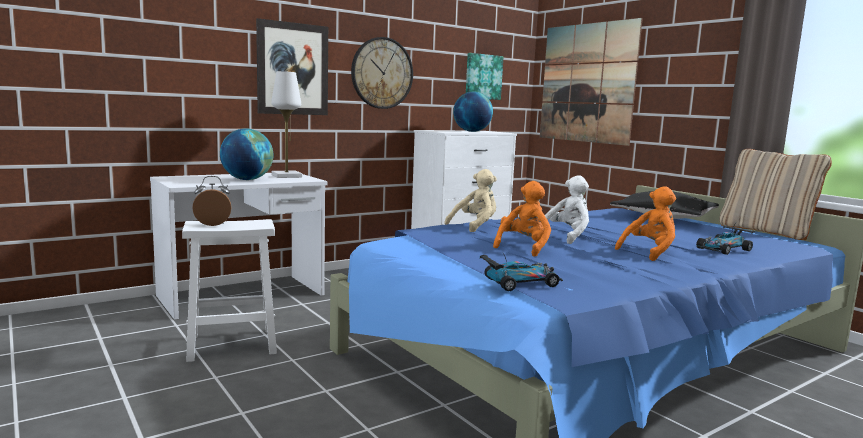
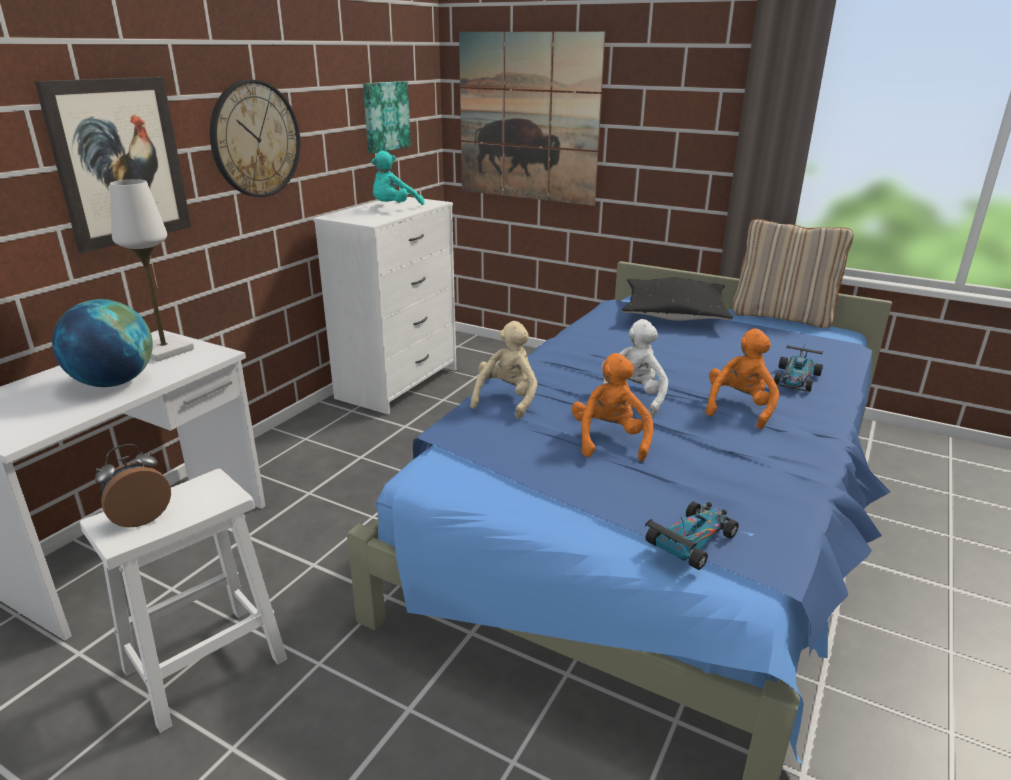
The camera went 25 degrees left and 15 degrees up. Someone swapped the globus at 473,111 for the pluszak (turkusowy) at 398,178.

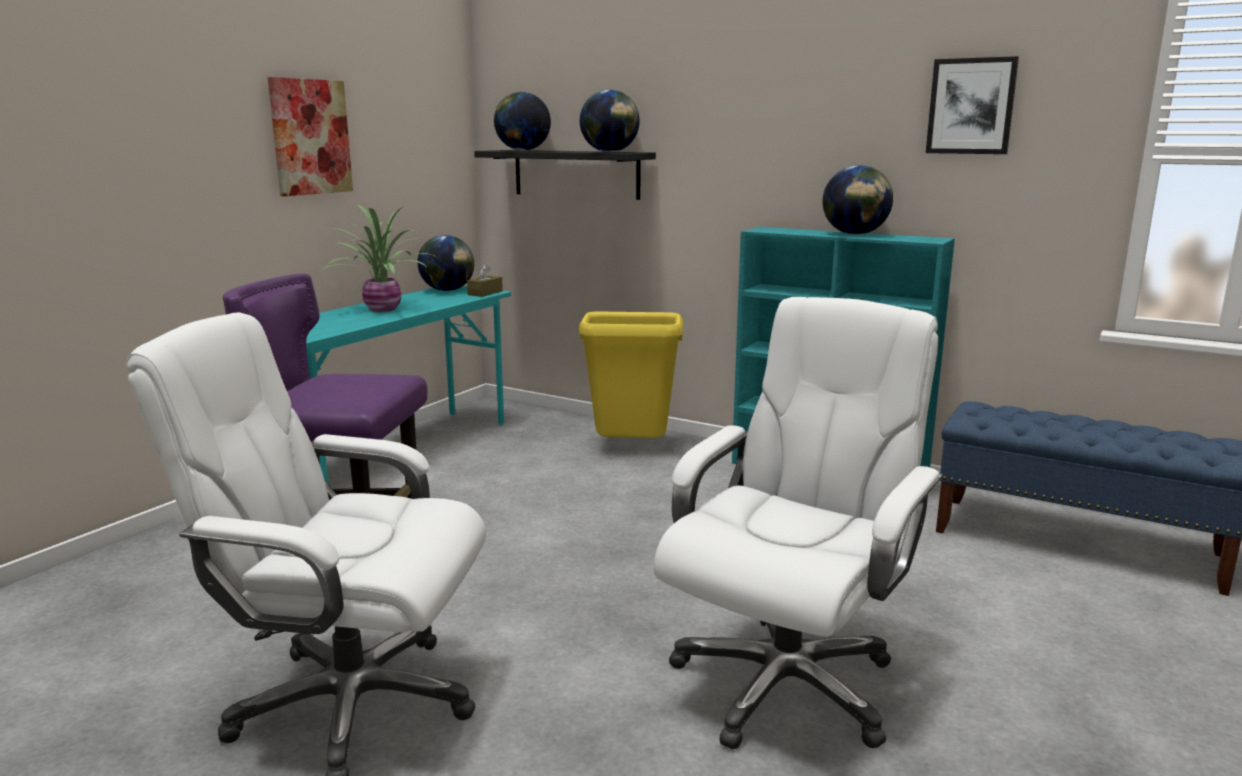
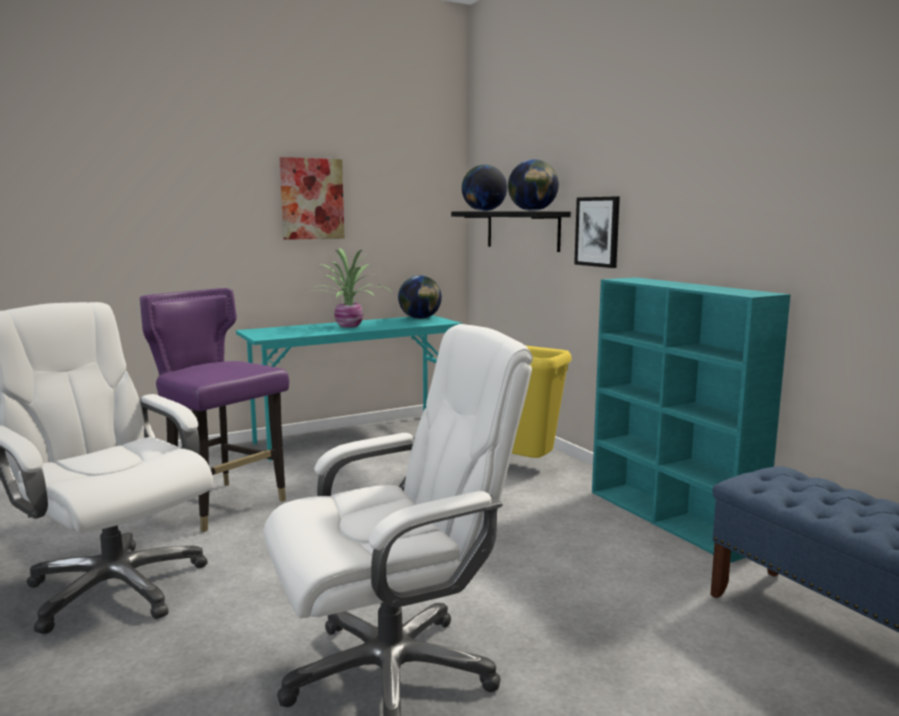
The camera went 30 degrees right and 5 degrees down. Someone carried the obraz from 972,105 to 597,232. Someone took away the pudełko chusteczek (brązowy) at 485,280. Someone took away the globus at 858,200.

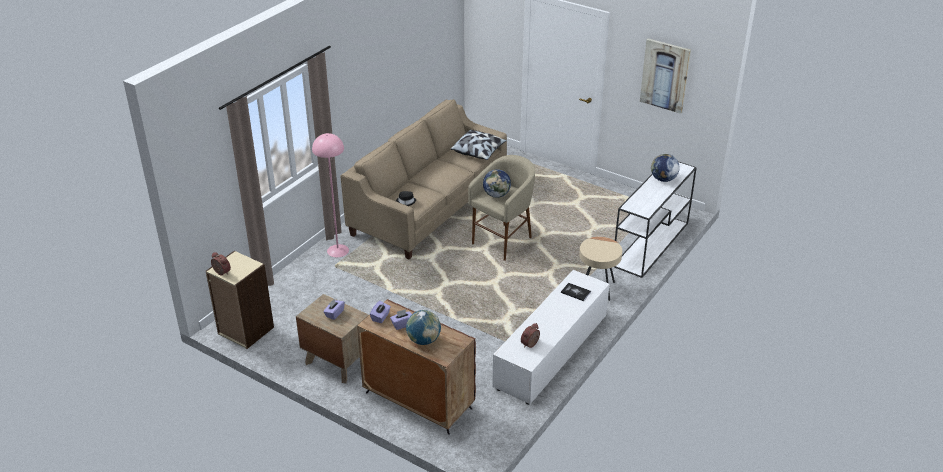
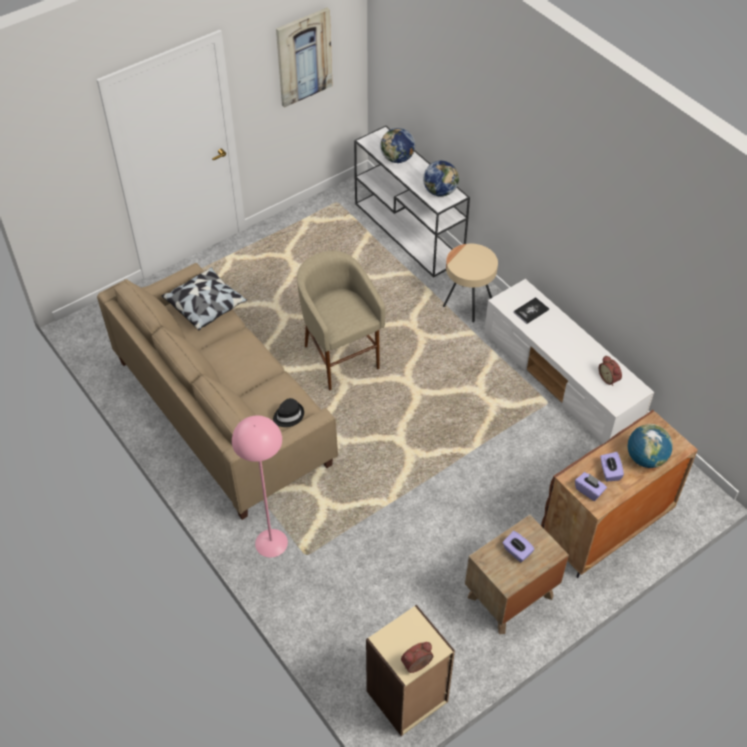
The camera went 70 degrees left and 15 degrees up. Someone carried the globus from 497,183 to 441,179.

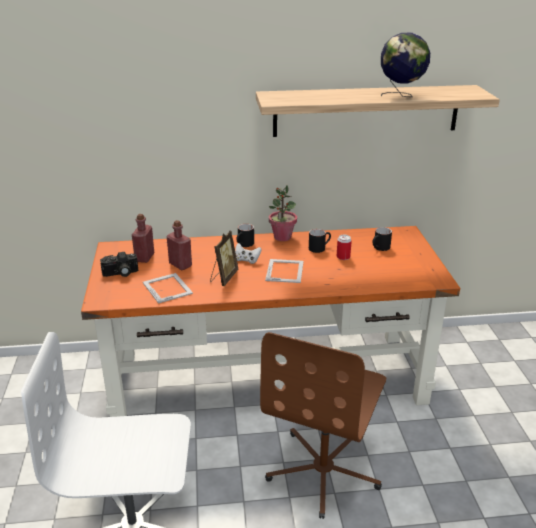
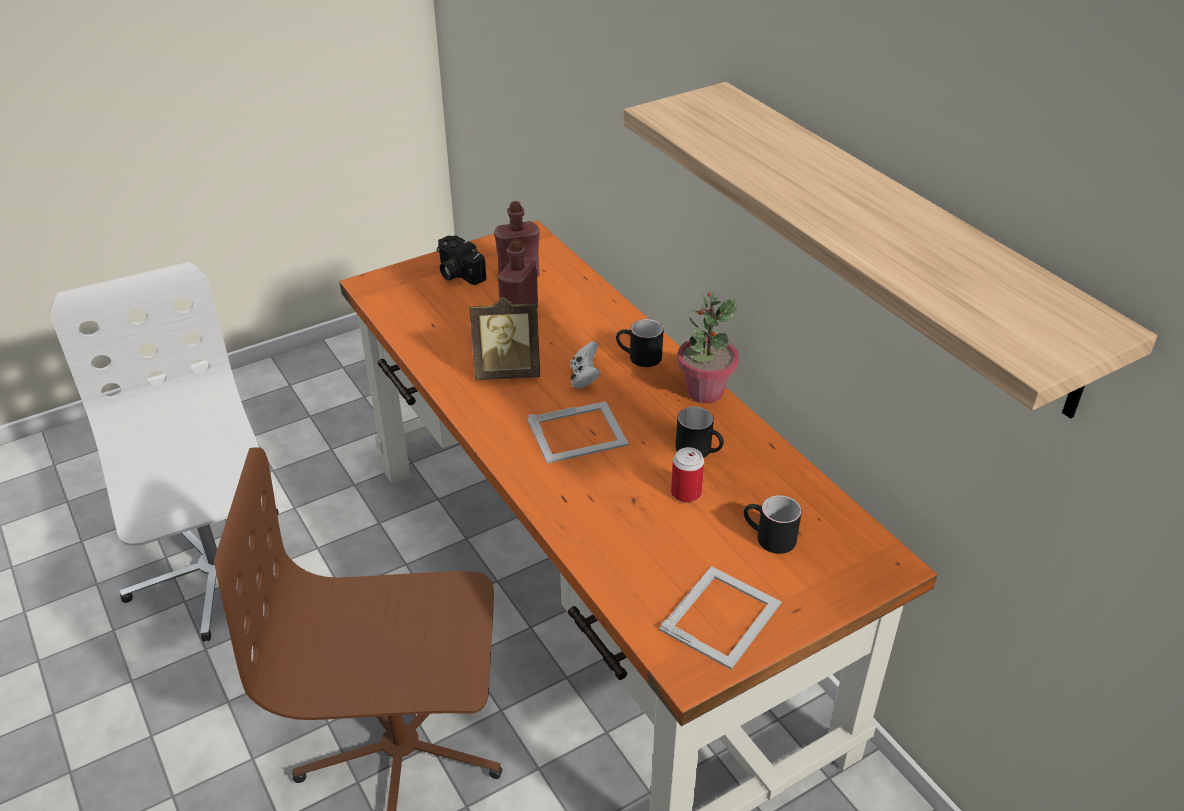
The camera went 65 degrees right and 10 degrees up. Someone carried the ramka na zdjęcie from 168,288 to 720,618. Someone took away the globus at 405,65.

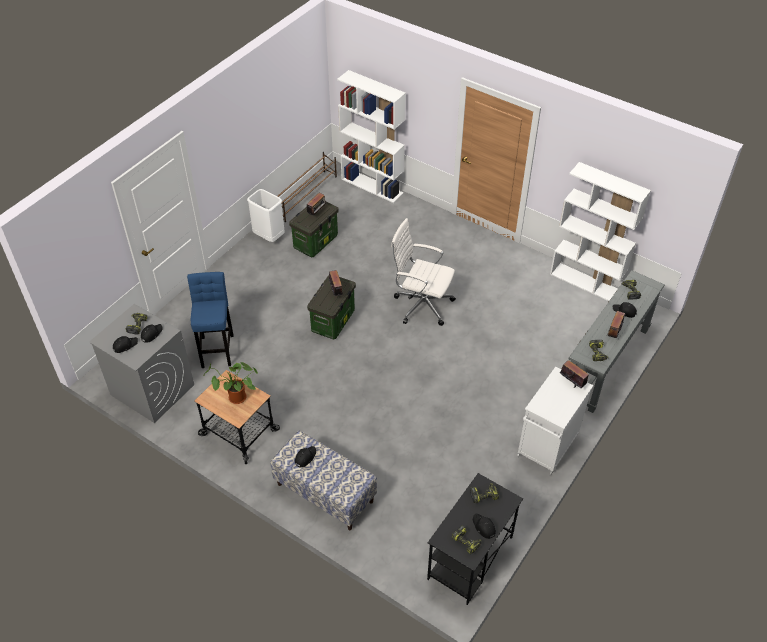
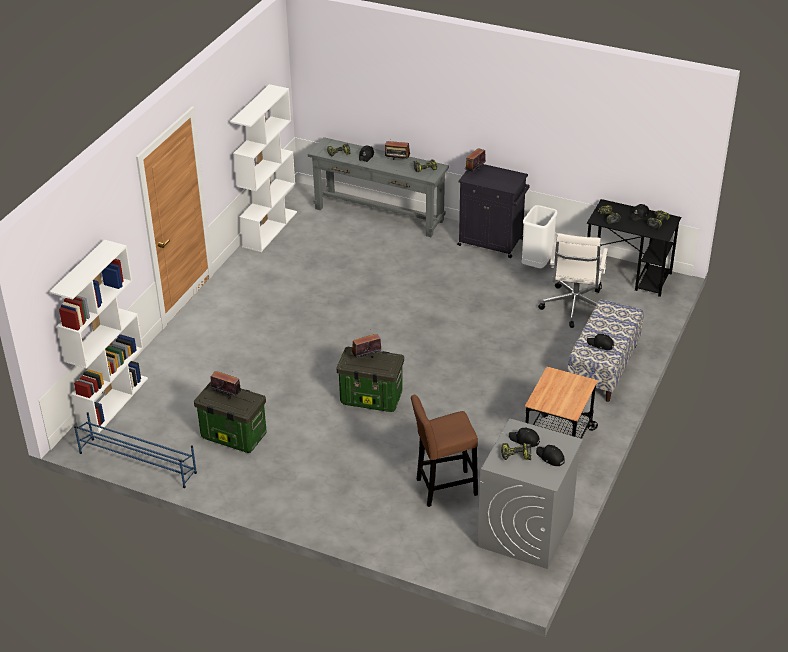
The camera went 100 degrees left and 10 degrees down. Someone repainted the regał na buty (brązowy) at 307,187, which became the regał na buty (niebieski) at 135,450. Someone repainted the stołek (niebieski) at 210,320, which became the stołek (brązowy) at 444,451. Someone repainted the szafka (biały) at 555,421, which became the szafka (czarny) at 493,211. Someone carried the kosz na śmieci (biały) from 266,215 to 539,236. Someone carried the krzesło biurowe (biały) from 423,272 to 573,280. Someone took away the roślina doniczkowa at 230,383.

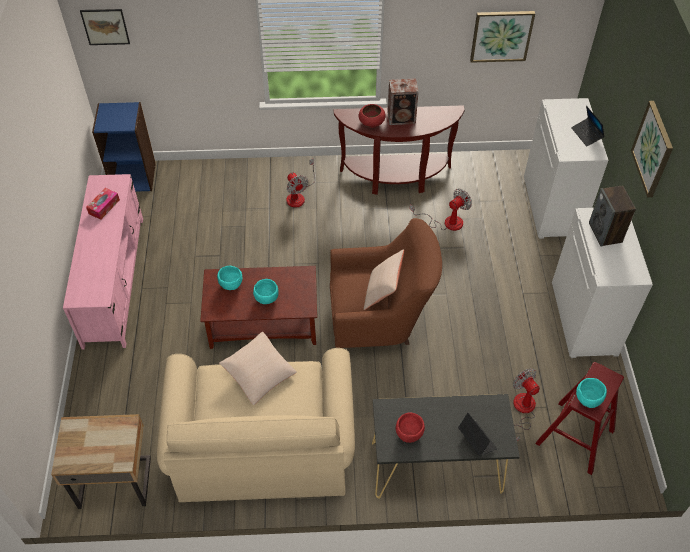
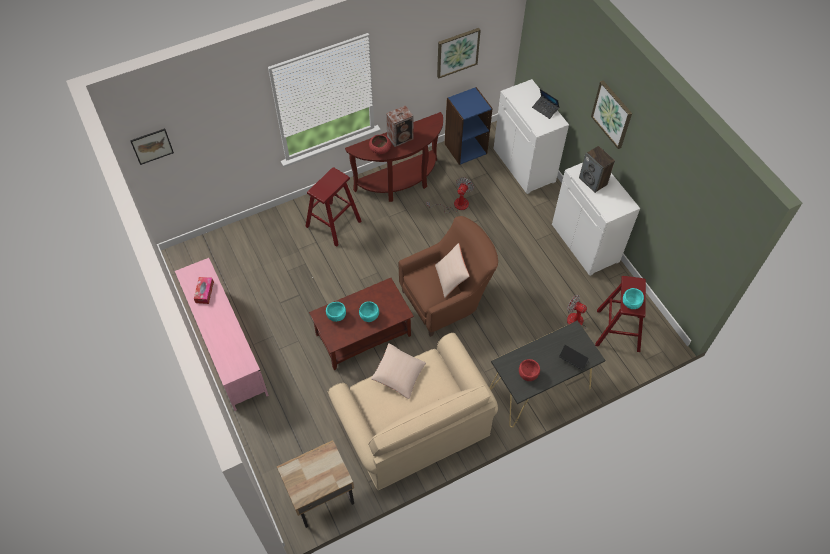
The camera went 25 degrees left and 5 degrees up. Someone swapped the wentylator at 300,183 for the stołek (czerwony) at 333,207. Someone carried the regał (niebieski) from 124,147 to 468,126.

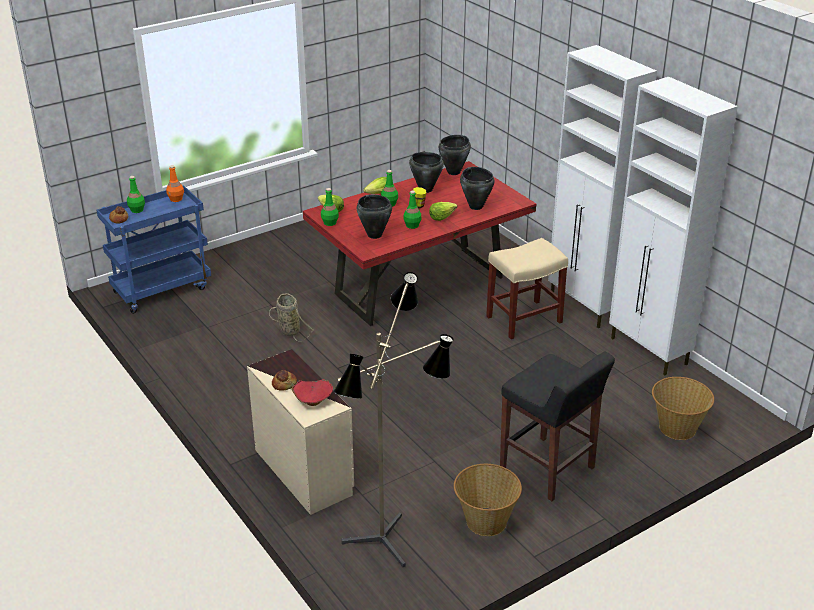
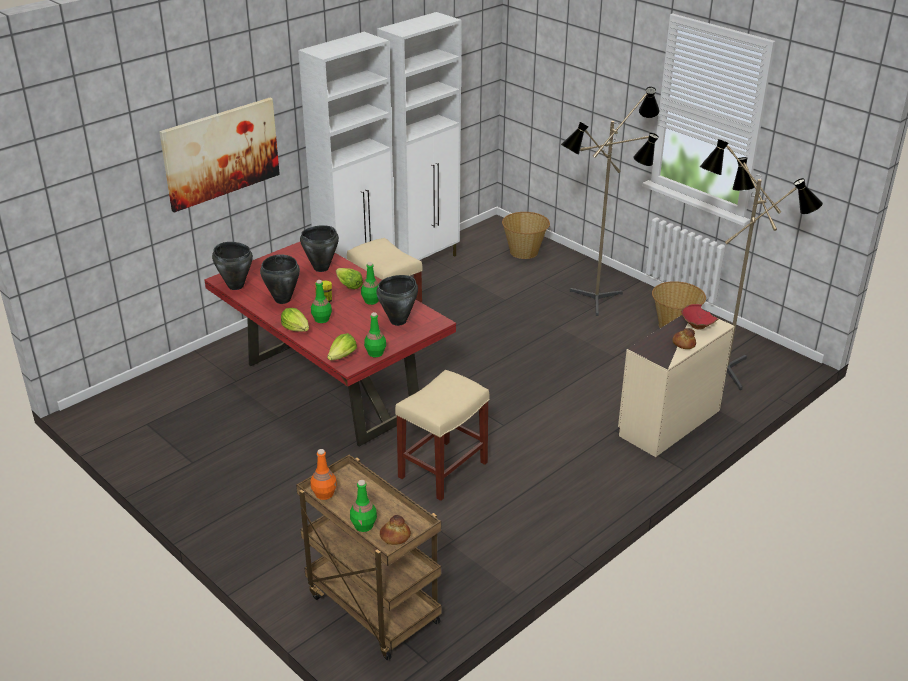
The camera went 100 degrees left and 0 degrees up. Someone put up the obraz at 219,155. Someone repainted the wózek (niebieski) at 154,249, which became the wózek (brązowy) at 368,557. Someone swapped the koszyk at 291,317 for the stołek (beżowy) at 442,435. Someone swapped the stołek (czarny) at 557,426 for the lampa stojąca at 610,201.

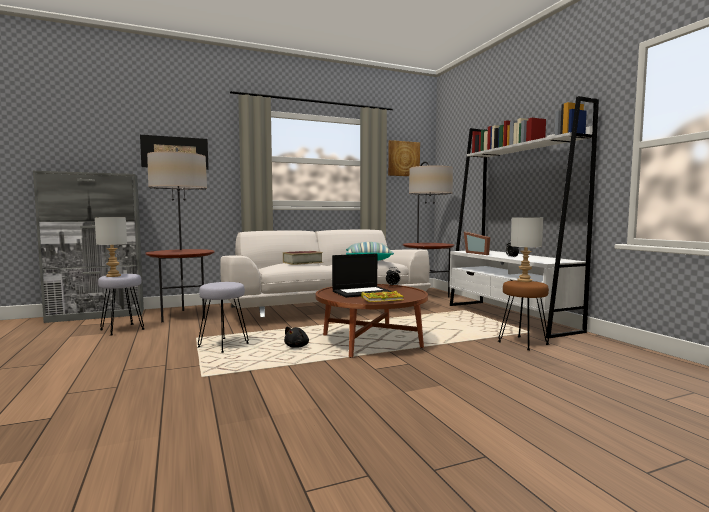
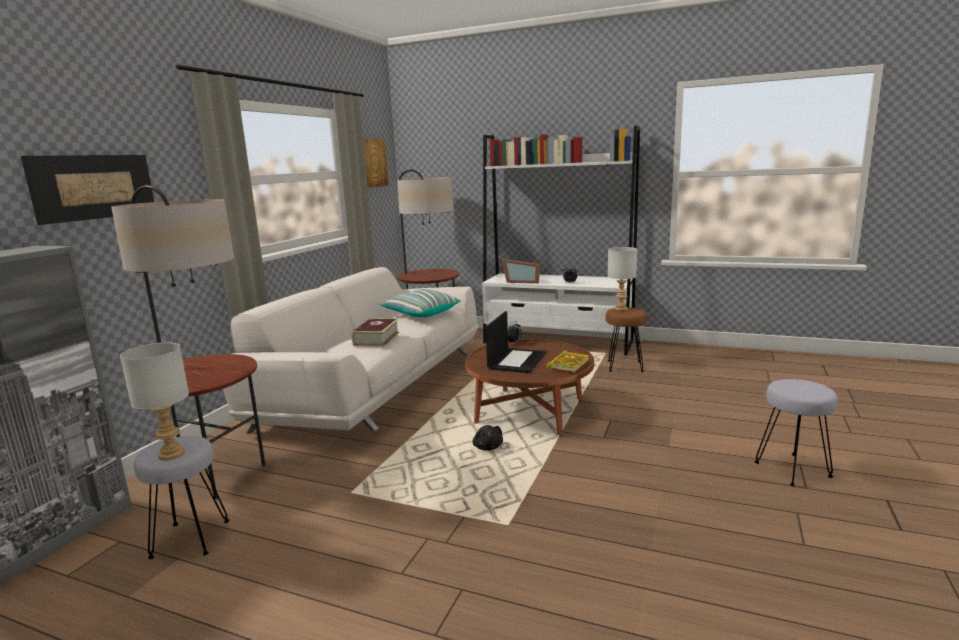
The camera went 45 degrees left and 10 degrees up. Someone carried the stołek (szary) from 223,317 to 796,432.

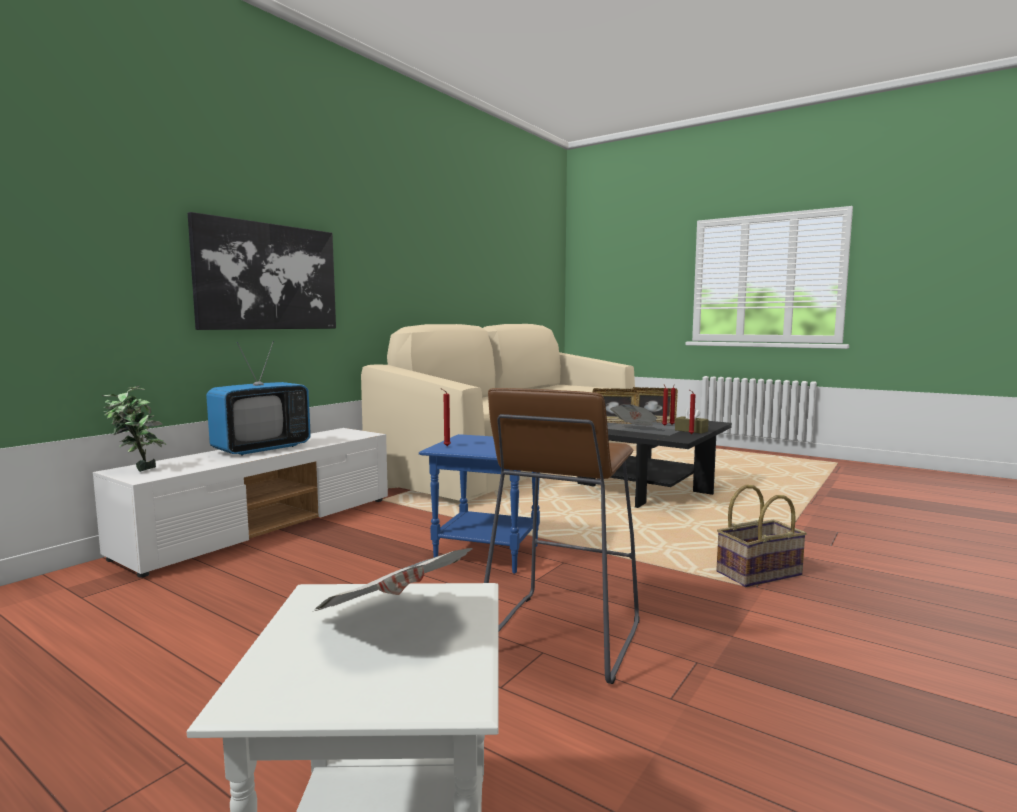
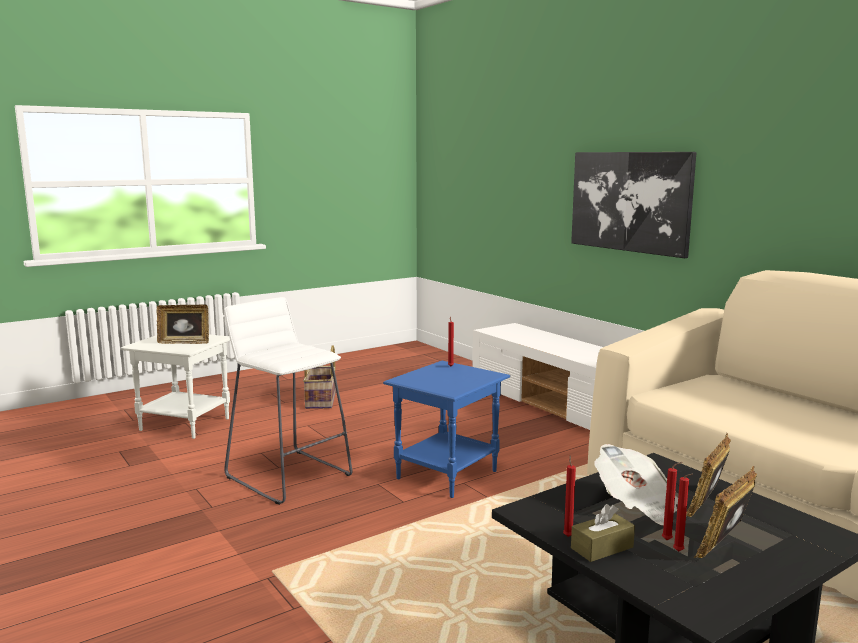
The camera went 110 degrees right and 5 degrees up. Someone swapped the gazeta at 393,579 for the ramka na zdjęcie at 182,324. Someone repainted the stołek (brązowy) at 561,536, which became the stołek (biały) at 288,401. Someone carried the koszyk from 761,536 to 319,377. Someone took away the roślina doniczkowa at 134,429. Someone took away the telewizor at 258,398.

